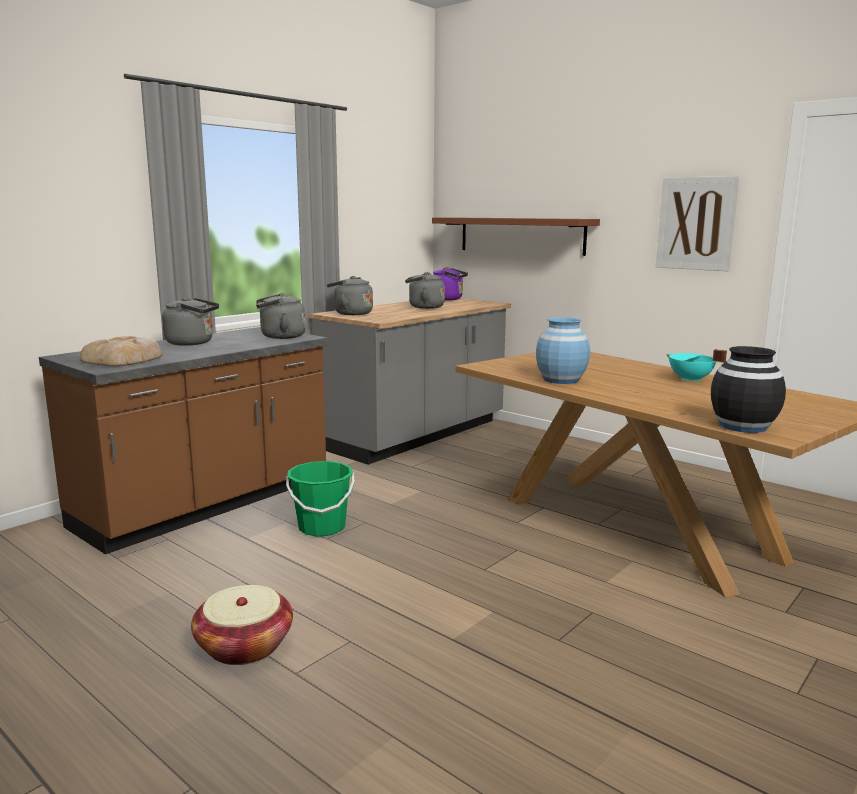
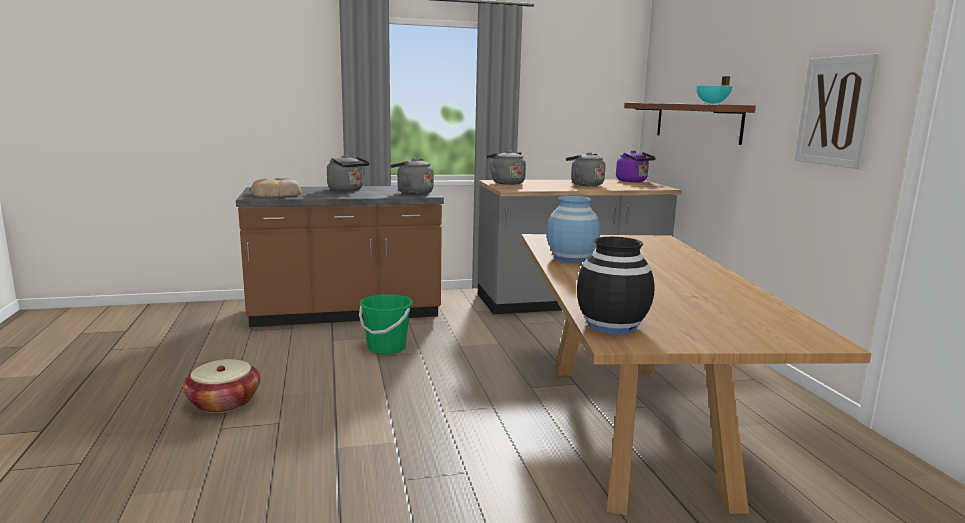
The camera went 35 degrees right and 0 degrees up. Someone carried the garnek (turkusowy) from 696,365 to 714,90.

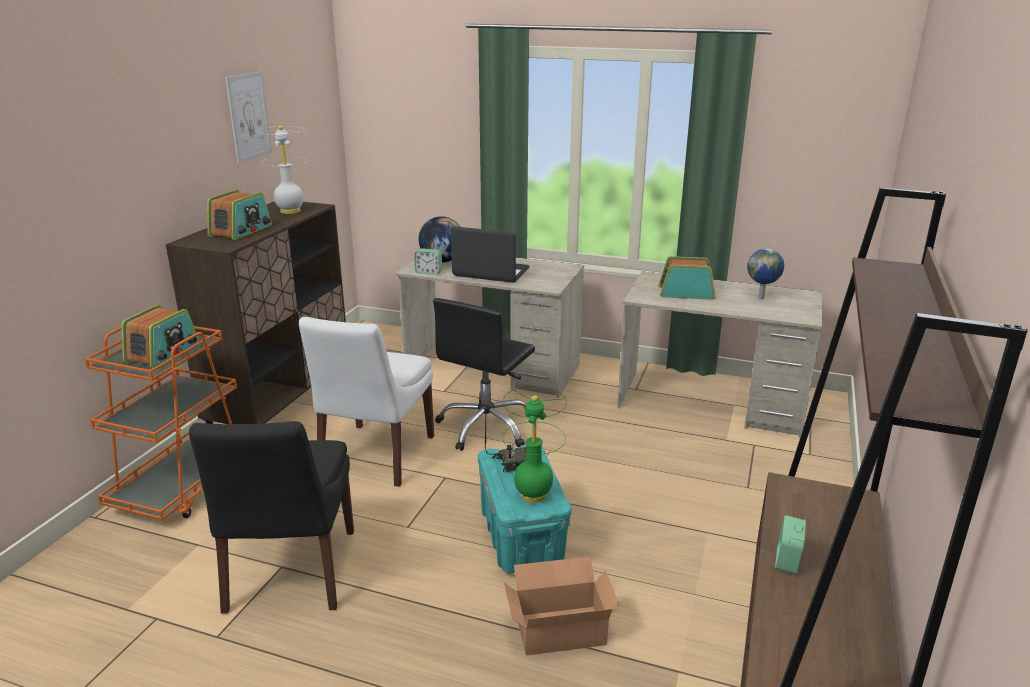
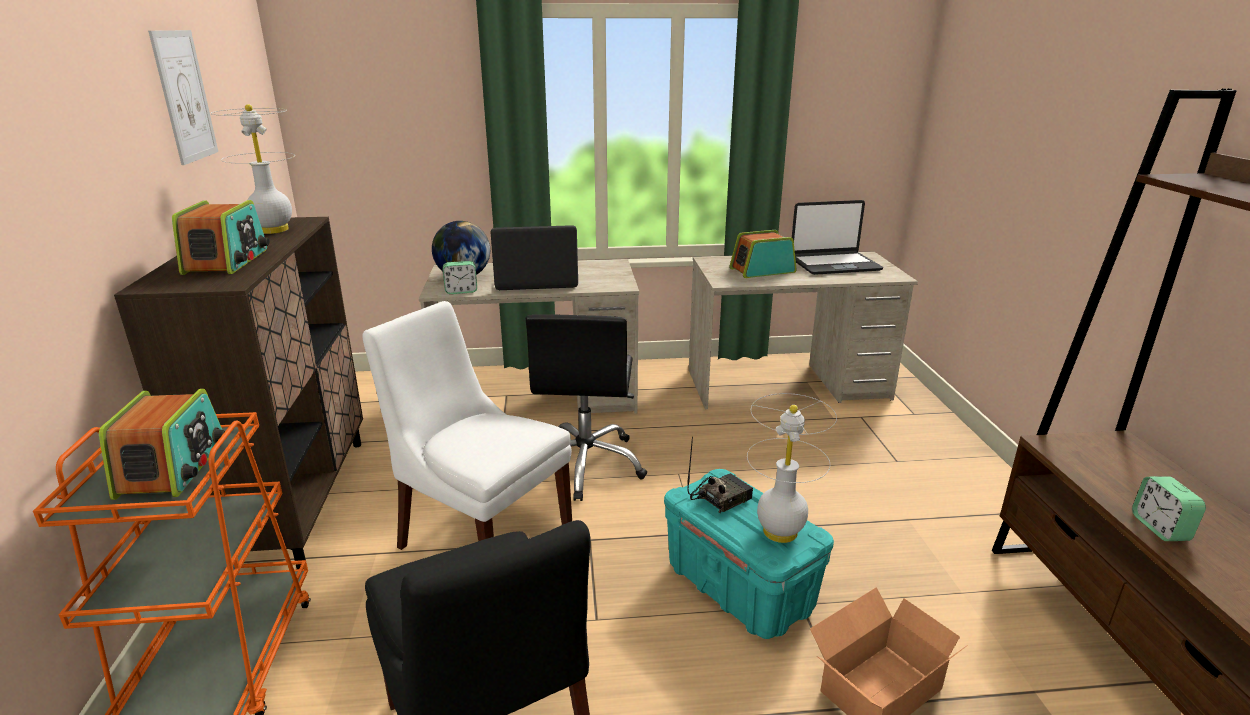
The camera went 25 degrees left and 0 degrees up. Someone rotated the krzesło (biały) at 366,402 by 135 degrees clockwise. Someone repainted the lampa stołowa (zielony) at 534,444, which became the lampa stołowa (biały) at 792,468. Someone swapped the globus at 765,274 for the laptop at 837,237.

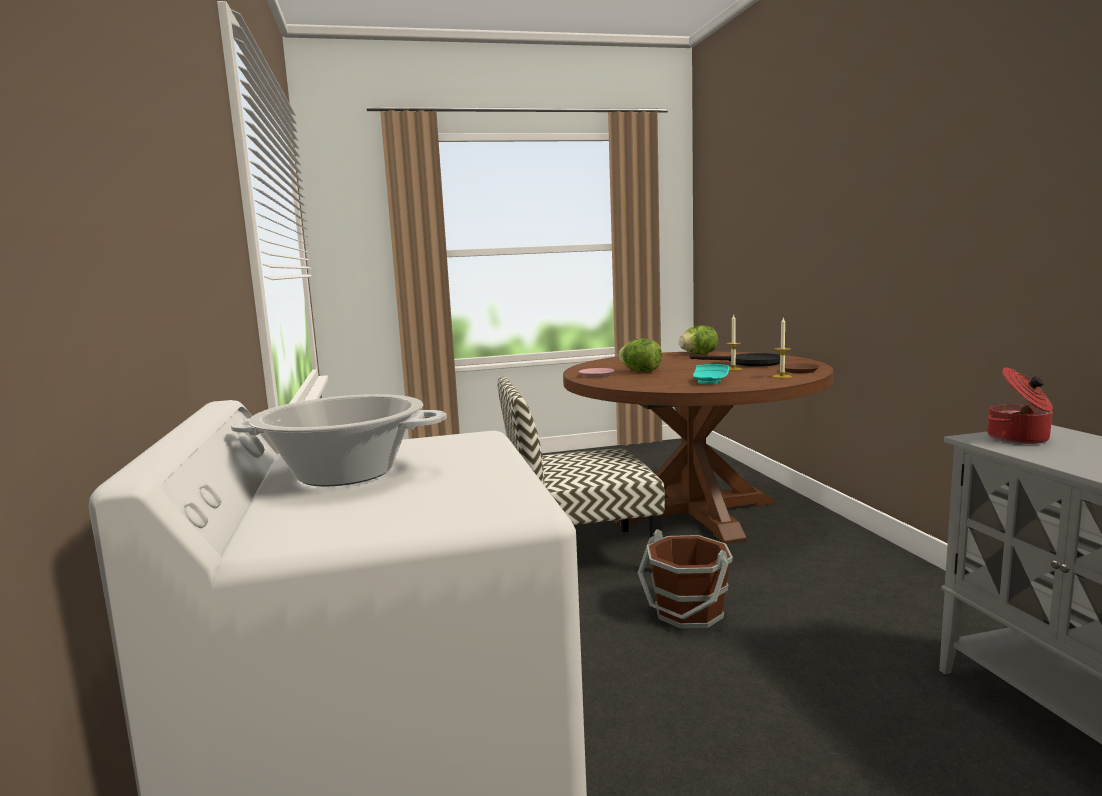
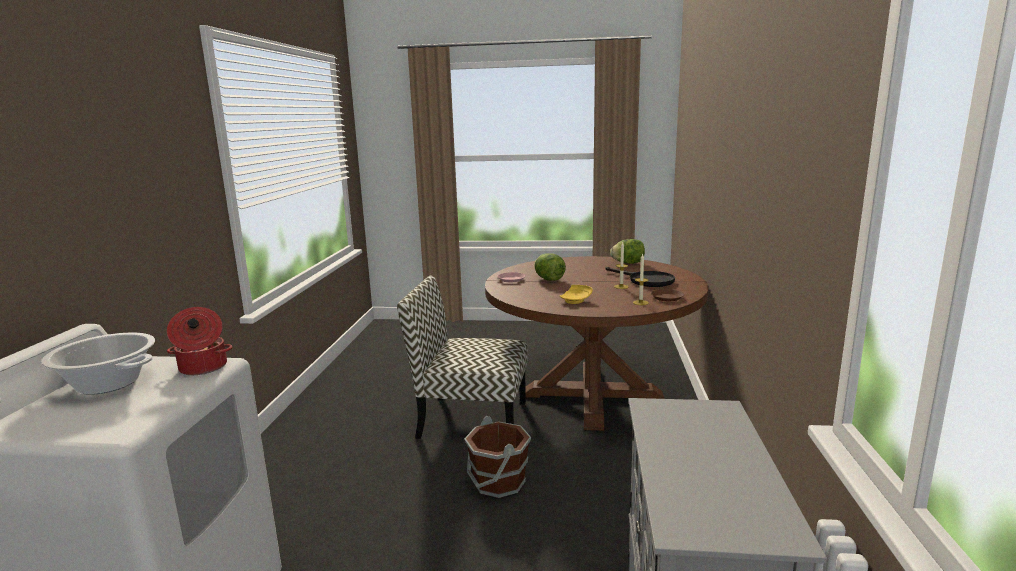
The camera went 20 degrees right and 5 degrees up. Someone carried the garnek from 1020,406 to 200,341. Someone repainted the talerz (turkusowy) at 711,374, which became the talerz (żółty) at 576,294.

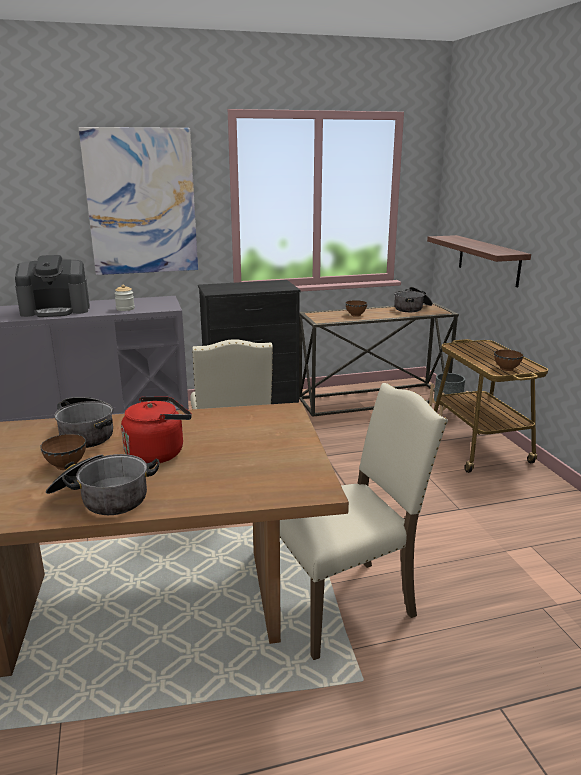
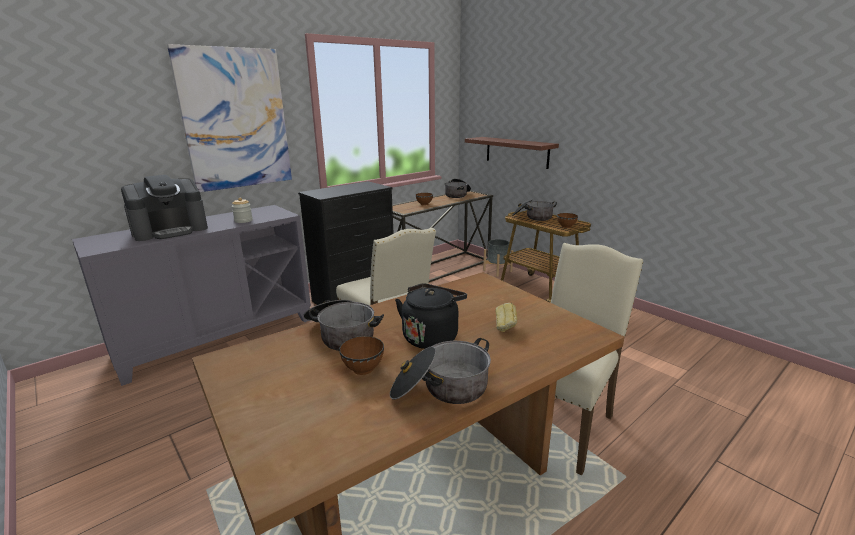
The camera went 25 degrees left and 0 degrees up. Someone repainted the czajnik (czerwony) at 156,430, which became the czajnik (czarny) at 431,316. Someone put down the chleb at 506,317. Someone put down the garnek at 534,210.

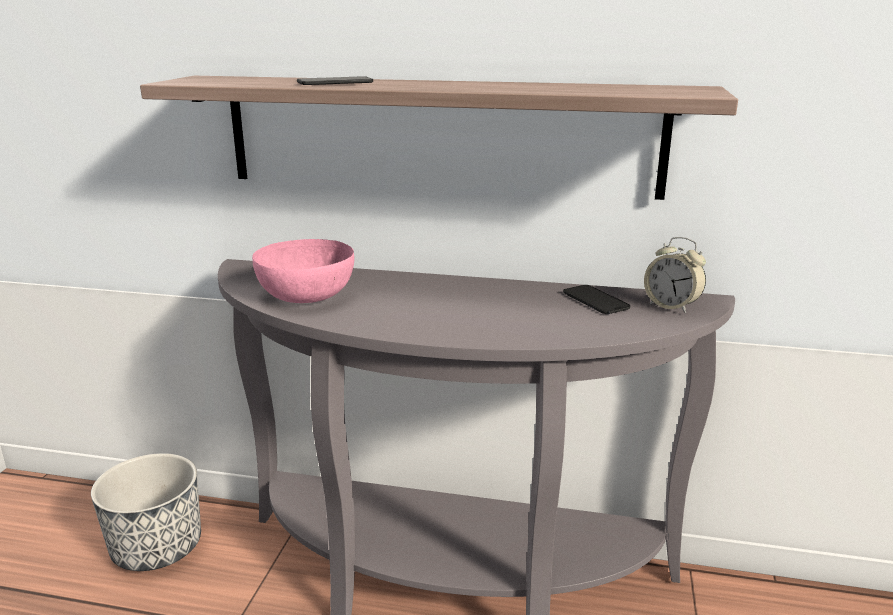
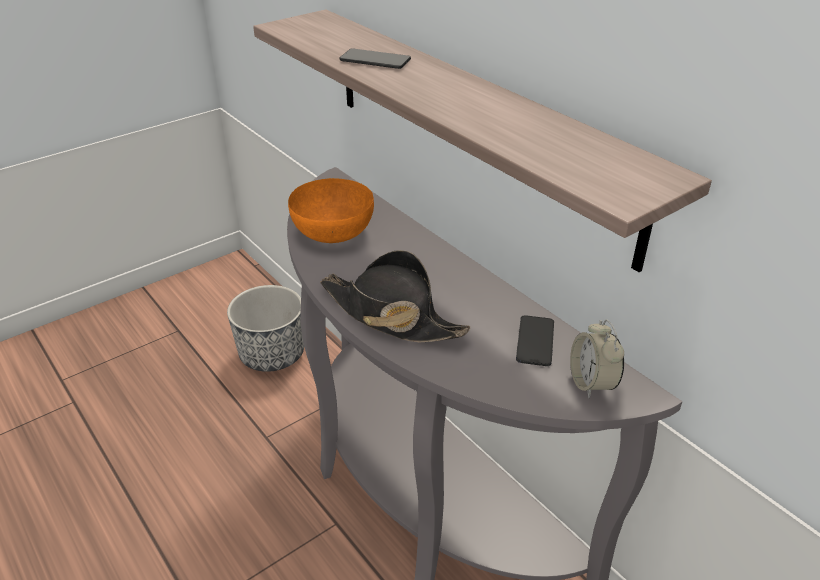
The camera went 40 degrees right and 15 degrees up. Someone repainted the miska (różowy) at 303,271, which became the miska (pomarańczowy) at 331,210. Someone put down the kapelusz (czarny) at 395,296.

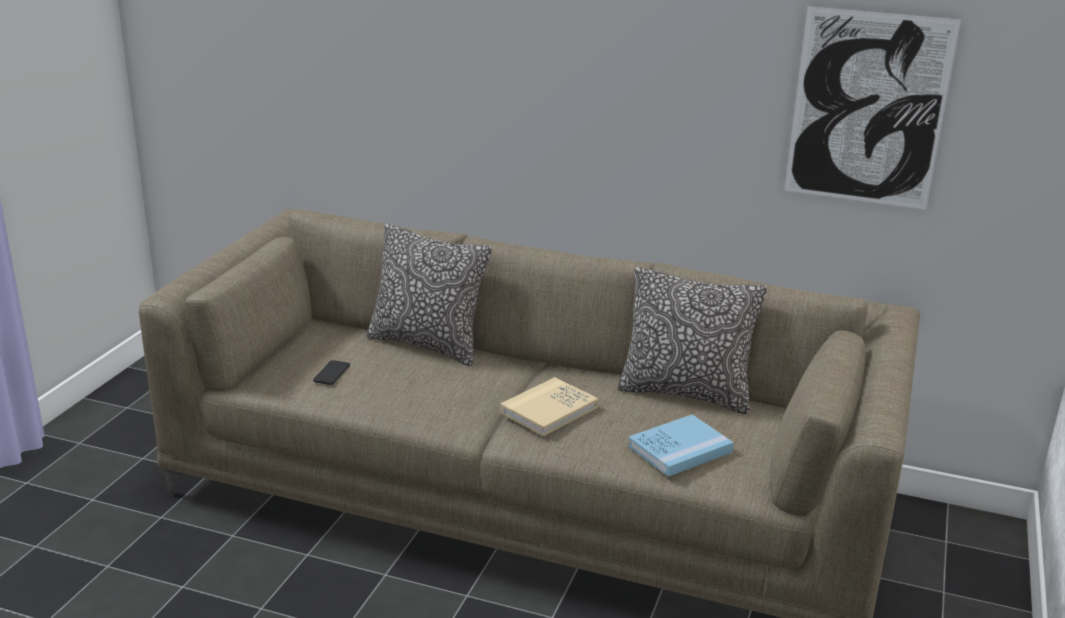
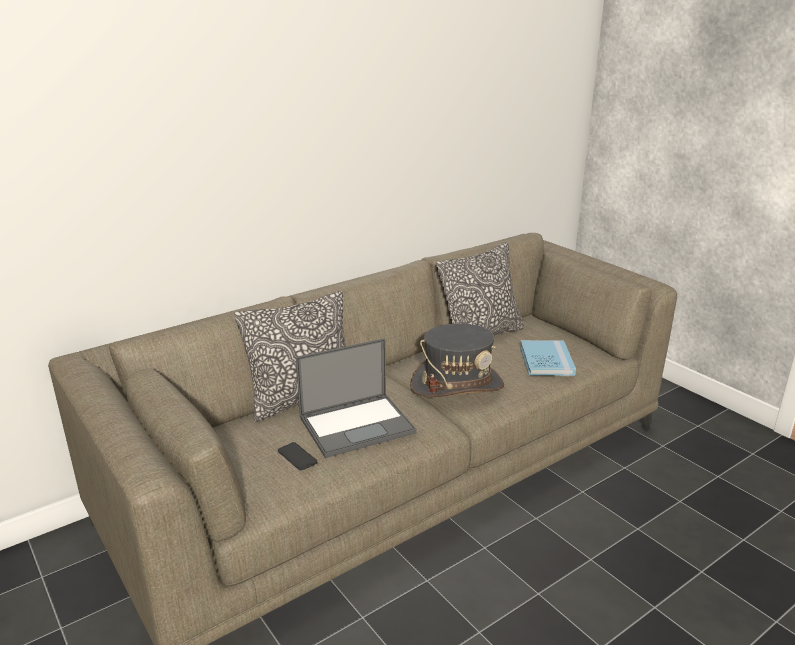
The camera went 55 degrees left and 0 degrees up. Someone put down the laptop at 356,398. Someone swapped the książka (beżowy) at 549,406 for the kapelusz (szary) at 457,360. Someone took away the obraz at 873,107.

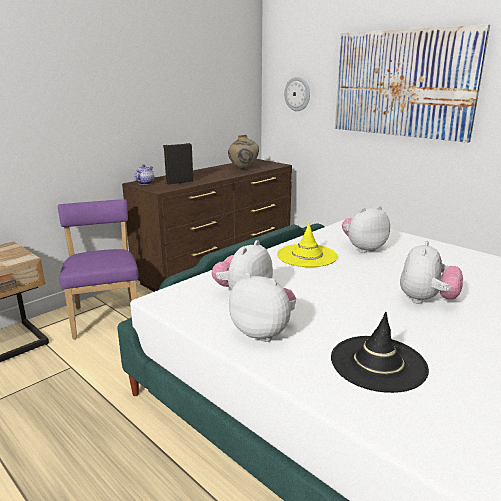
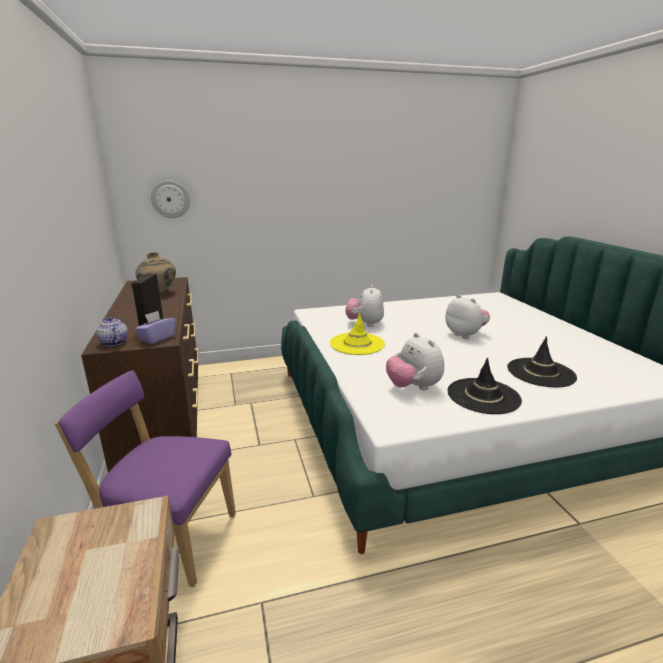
The camera went 60 degrees left and 0 degrees up. Someone put down the pudełko chusteczek (fioletowy) at 155,327. Someone swapped the pluszak at 262,307 for the kapelusz (czarny) at 485,386. Someone took away the obraz at 412,83.

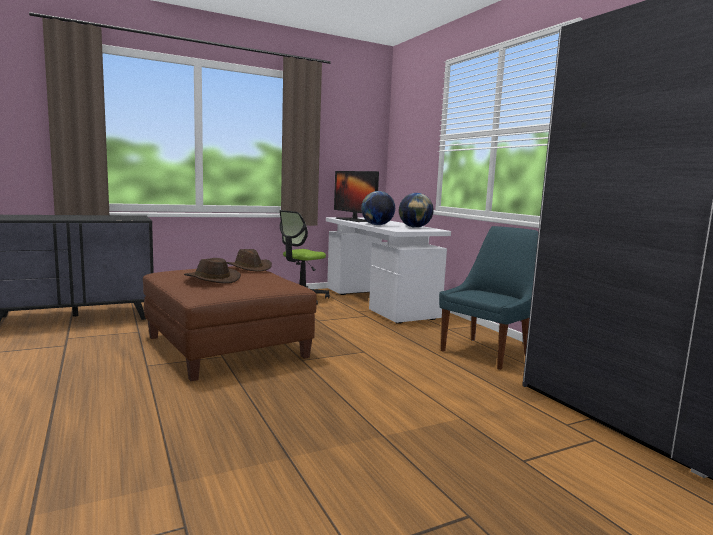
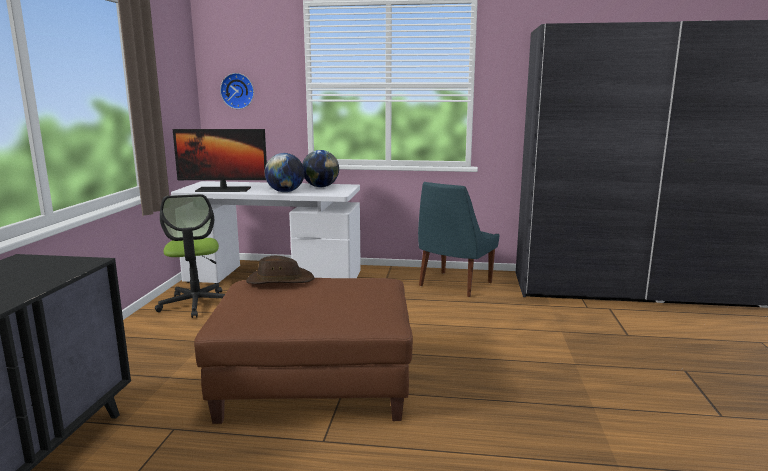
The camera went 55 degrees left and 5 degrees up. Someone put up the zegar ścienny at 237,91. Someone rotated the krzesło (niebieski) at 488,298 by 135 degrees counterclockwise. Someone took away the kapelusz (brązowy) at 212,271.

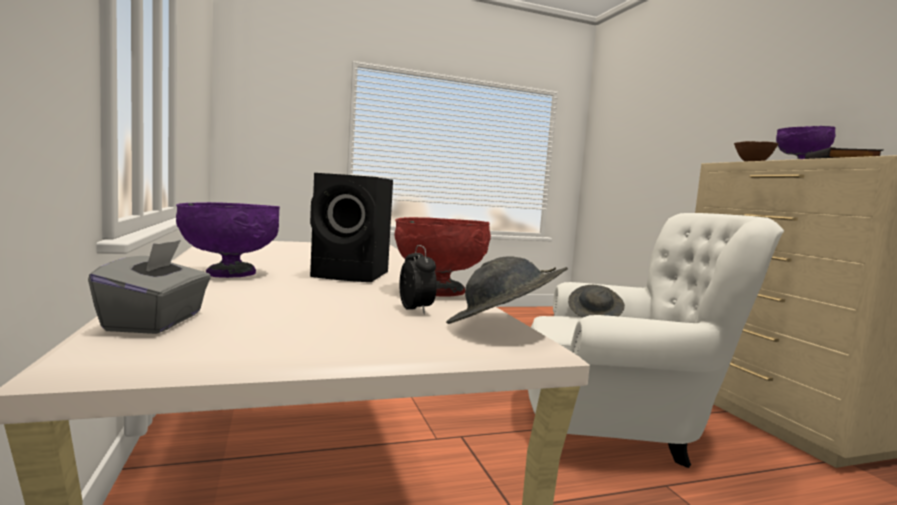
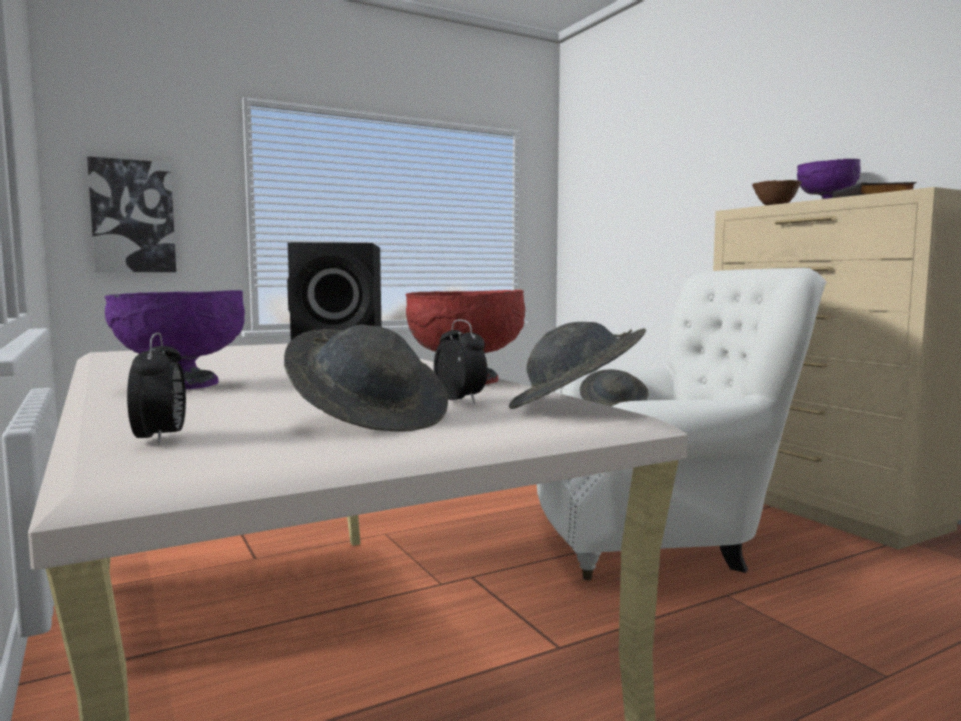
The camera went 10 degrees left and 0 degrees up. Someone put up the obraz at 131,214. Someone swapped the pudełko chusteczek (szary) at 149,287 for the budzik at 156,389. Someone put down the kapelusz (szary) at 366,378.

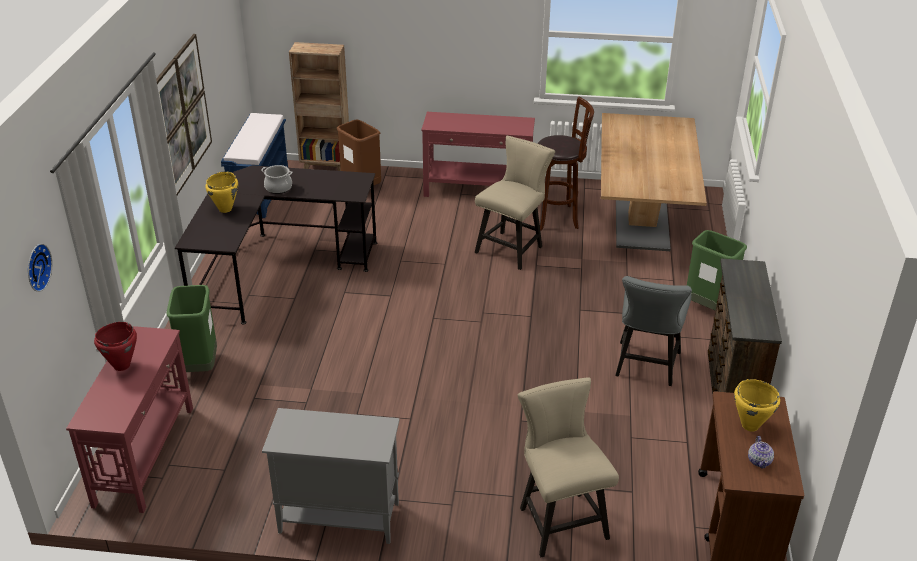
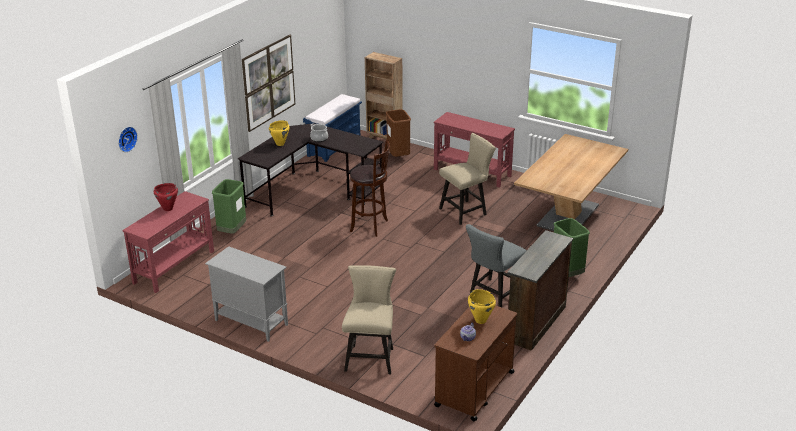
The camera went 25 degrees right and 5 degrees down. Someone carried the stołek (brązowy) from 566,163 to 370,188.

